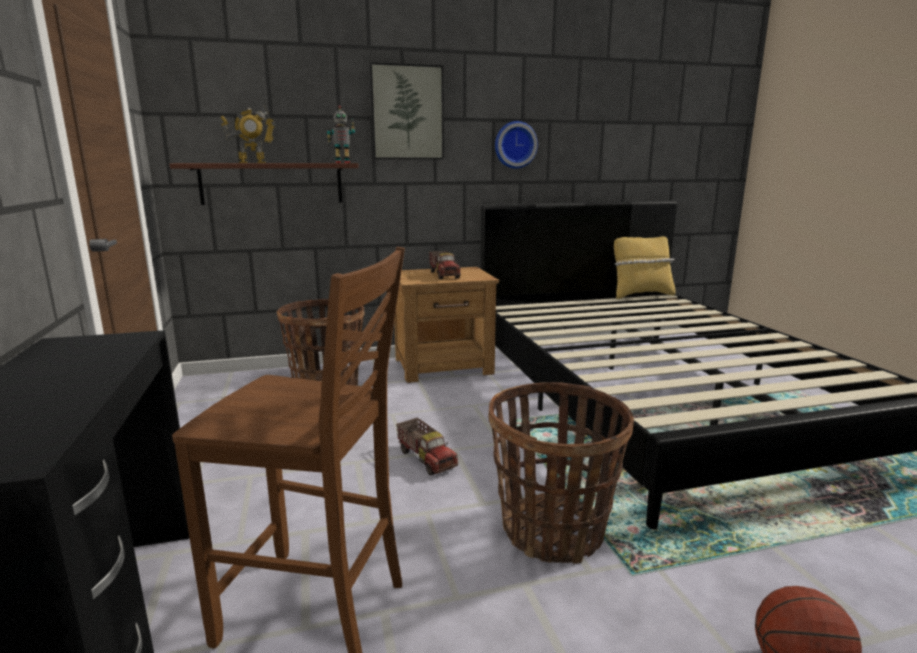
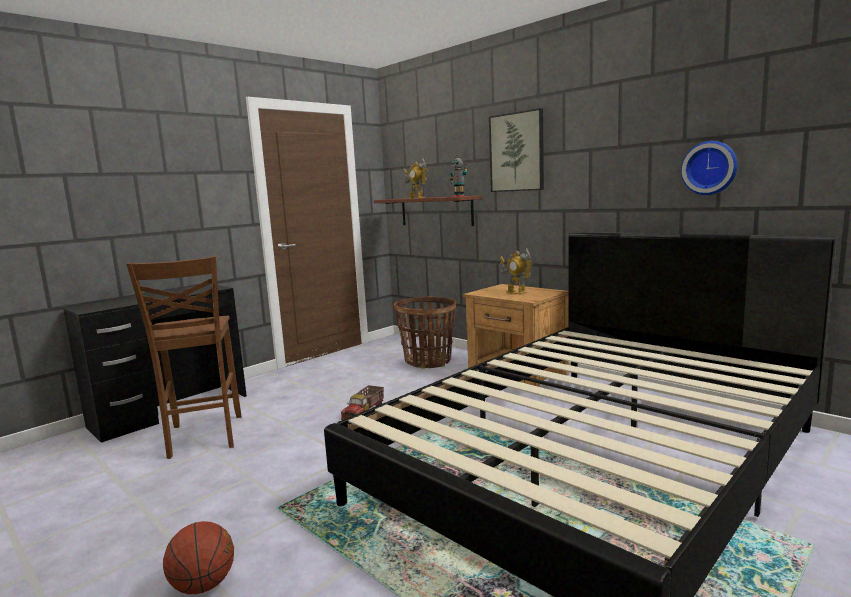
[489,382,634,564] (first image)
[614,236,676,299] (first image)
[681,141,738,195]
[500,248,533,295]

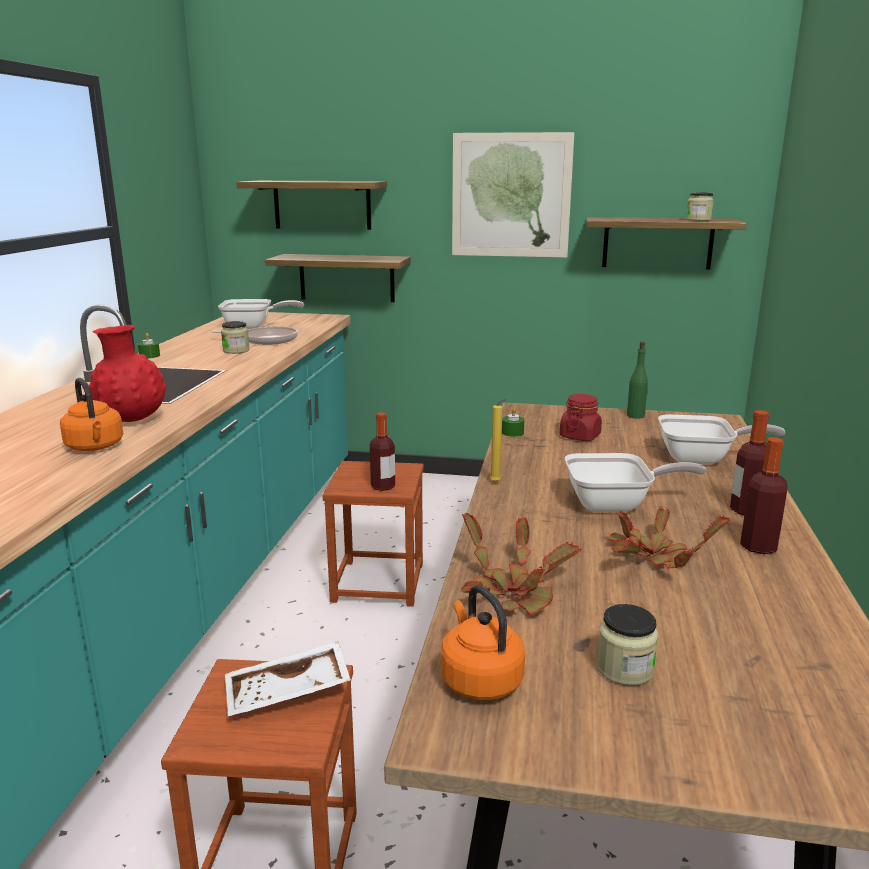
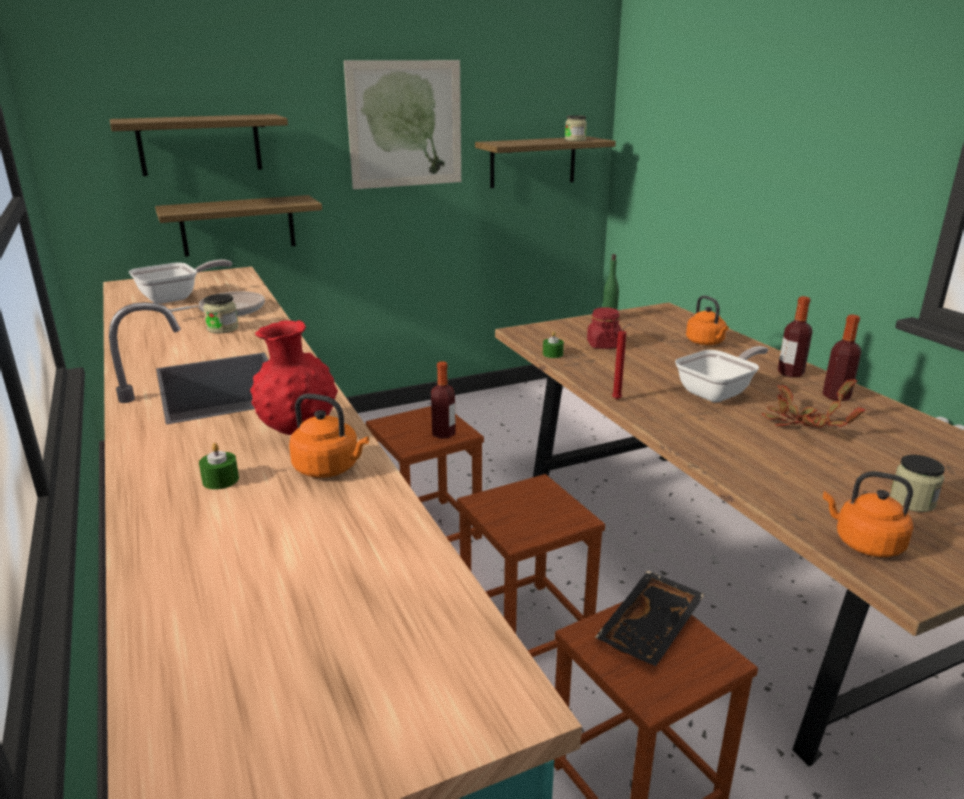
[461,513,582,615] (first image)
[457,474,605,657]
[199,443,239,489]
[686,295,729,345]
[595,571,705,666]
[612,324,631,400]

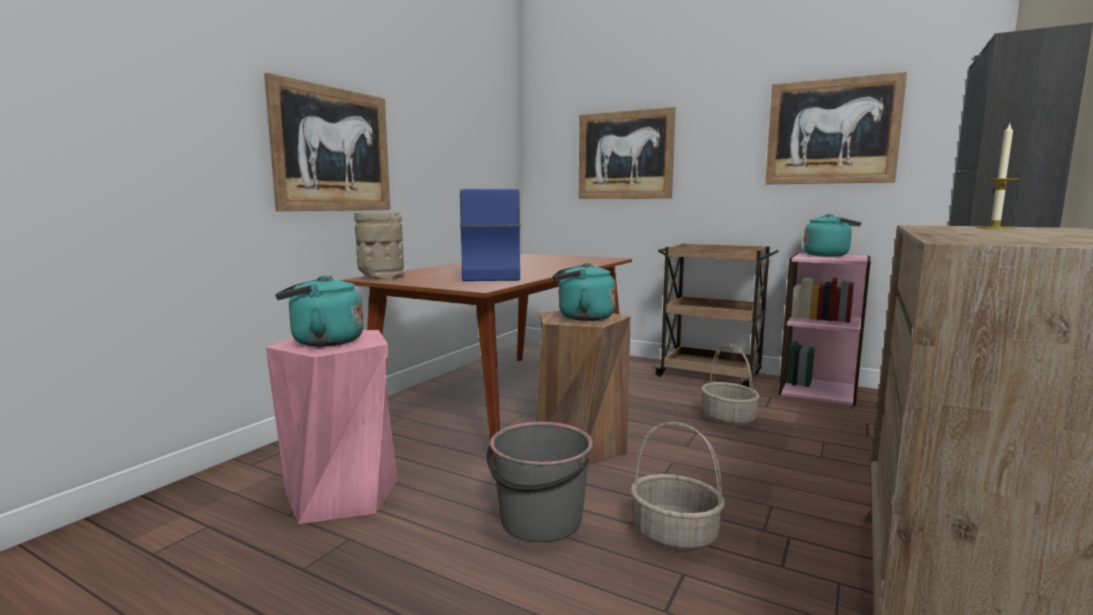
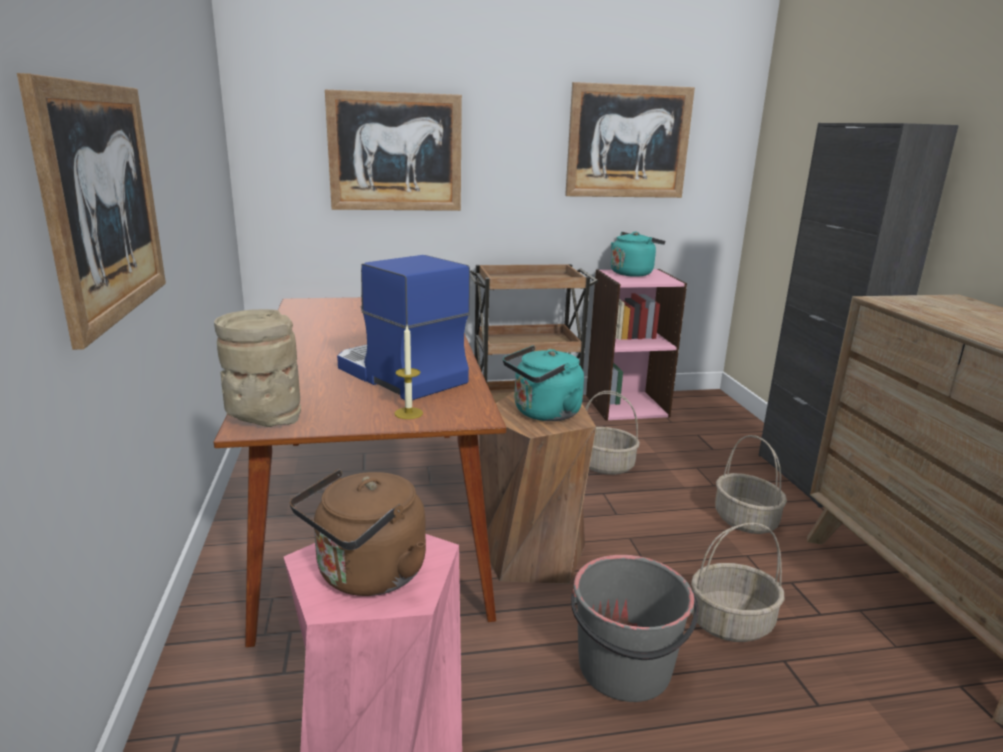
[715,435,787,534]
[394,326,423,419]
[290,469,426,596]

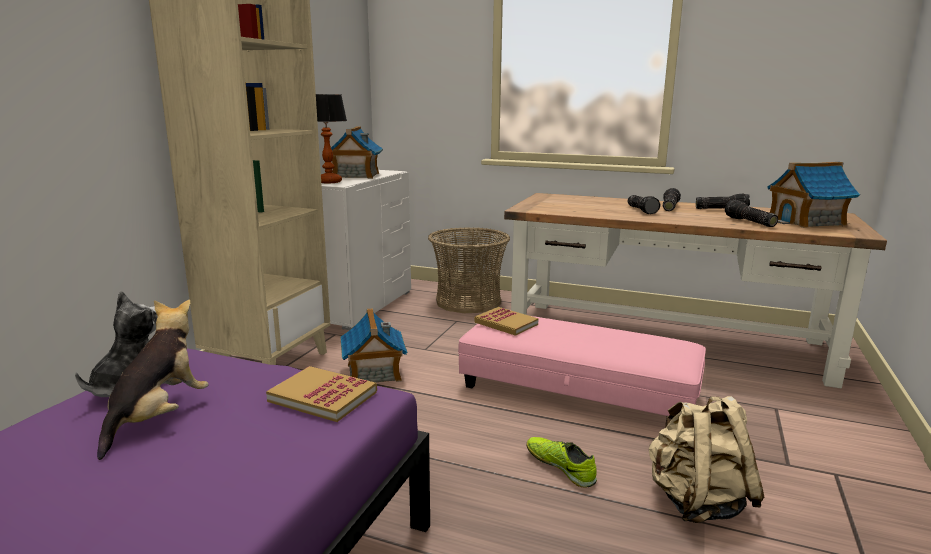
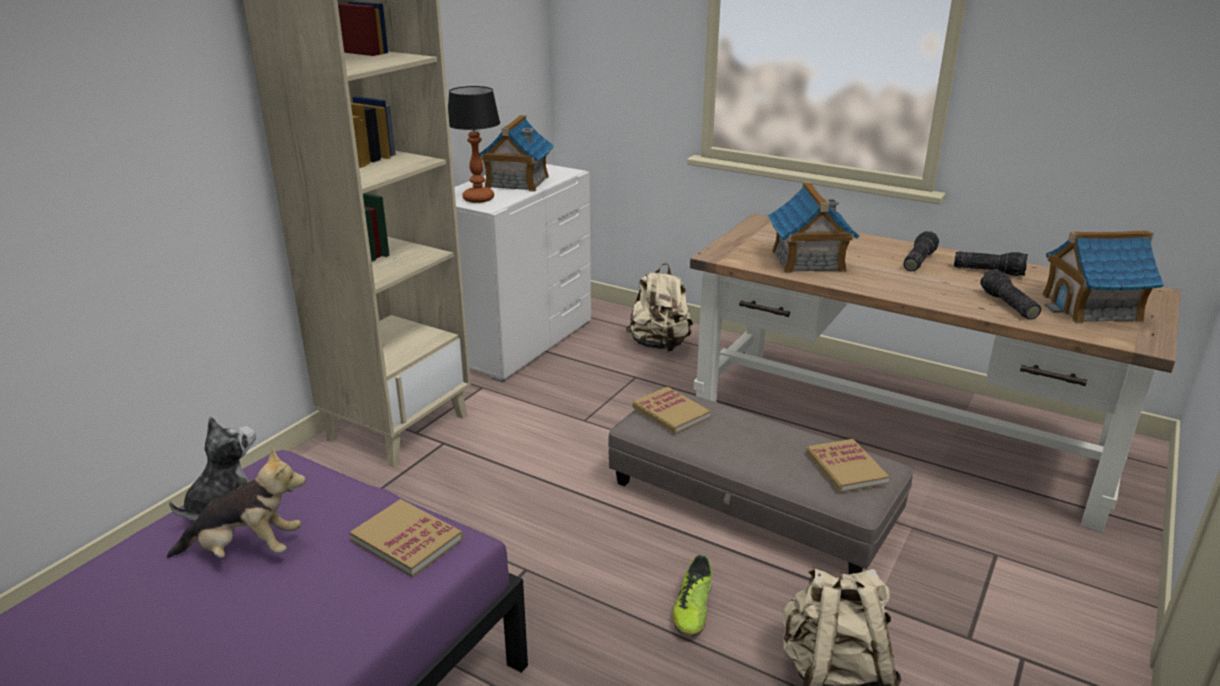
[628,195,660,214] (first image)
[806,439,889,493]
[768,182,859,273]
[626,263,693,352]
[608,388,914,574]
[167,448,306,558]
[672,555,712,636]

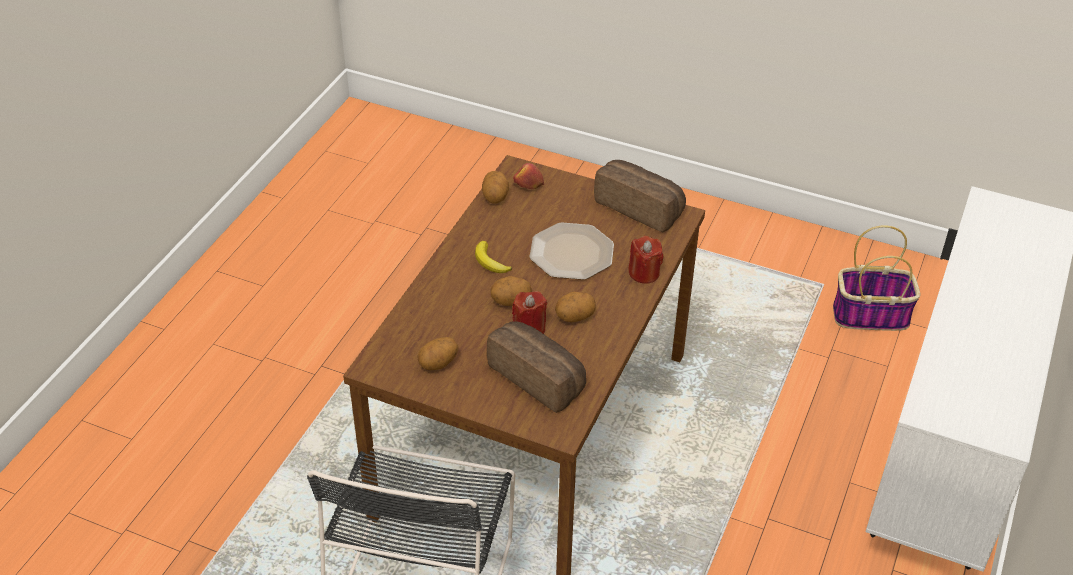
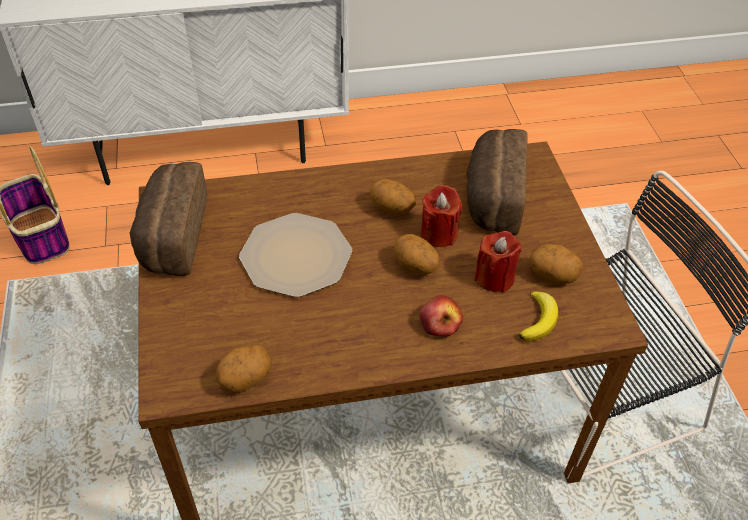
[519,291,558,342]
[419,295,463,337]
[474,231,522,293]

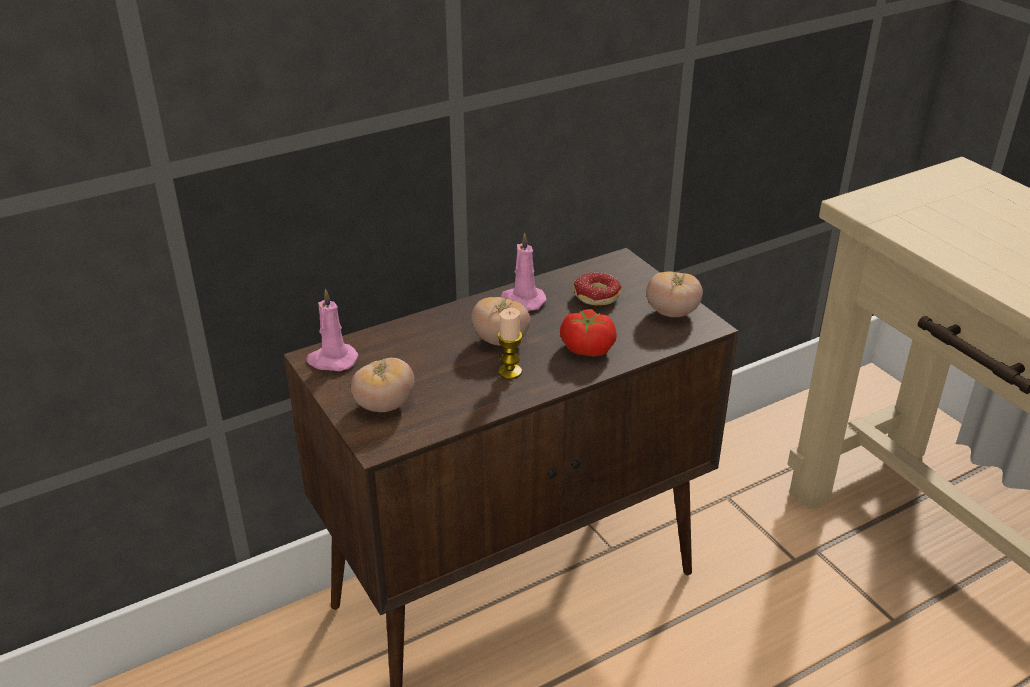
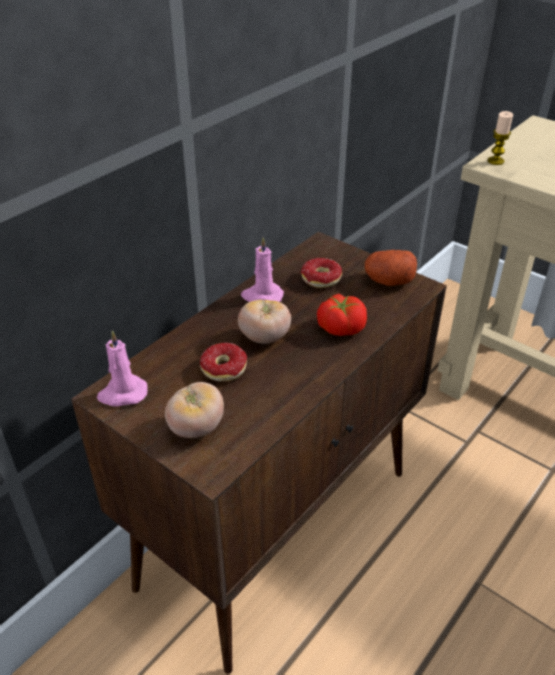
[175,343,247,382]
[488,111,513,165]
[365,250,417,286]

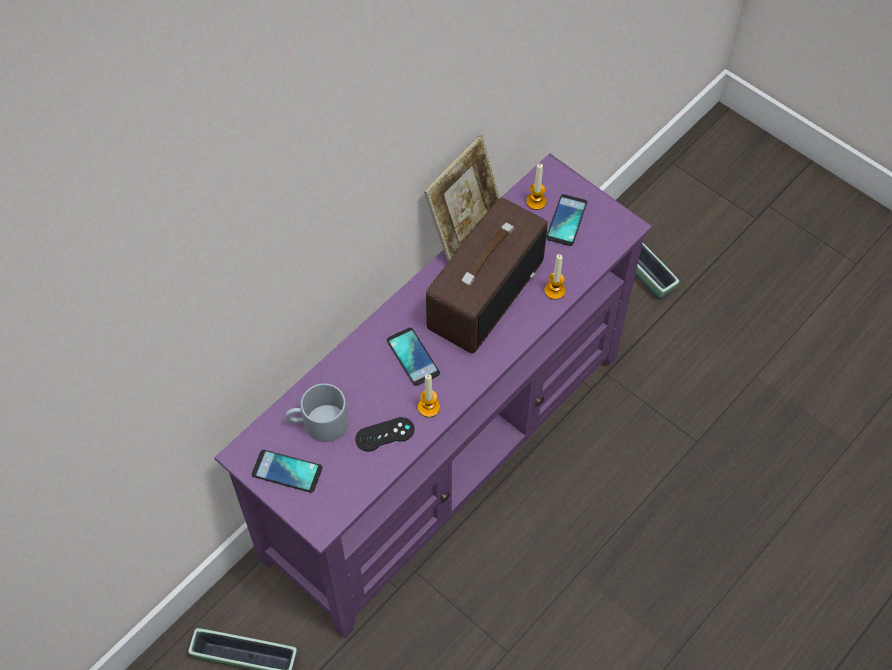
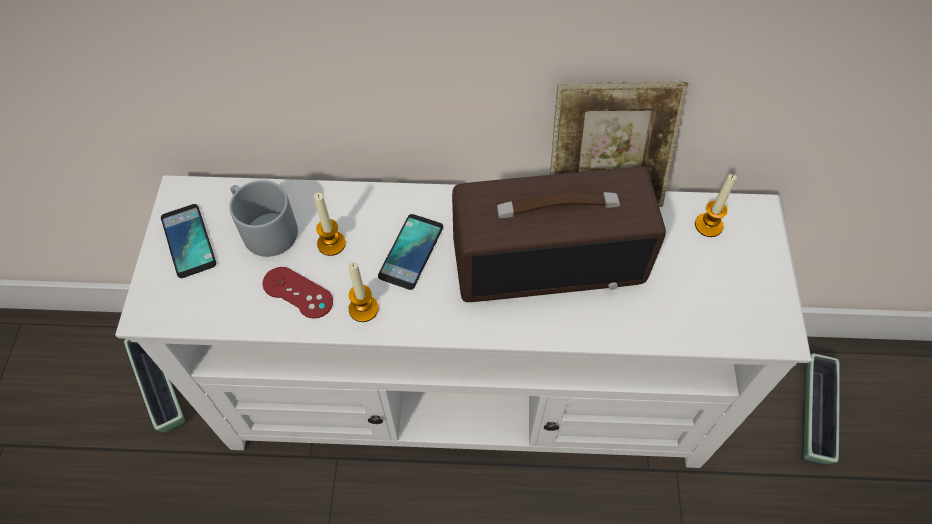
[546,194,587,246] (first image)
[314,193,346,256]
[115,175,814,468]
[262,267,333,319]

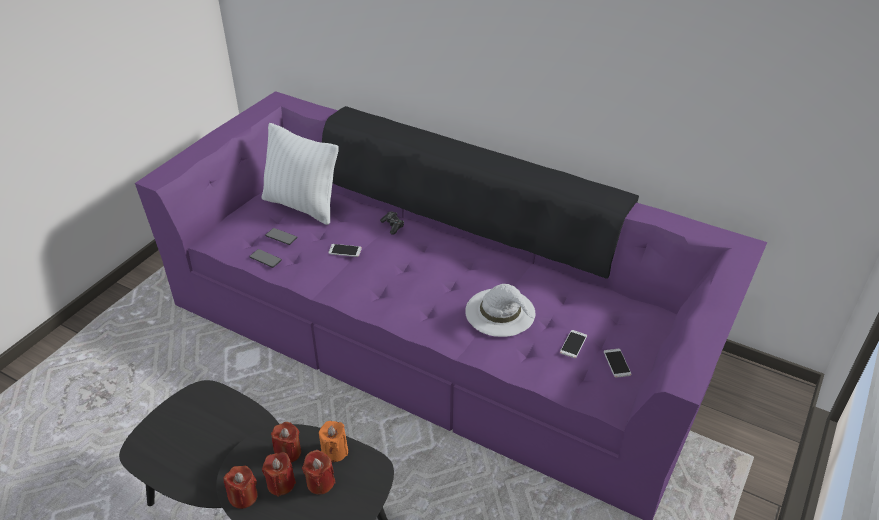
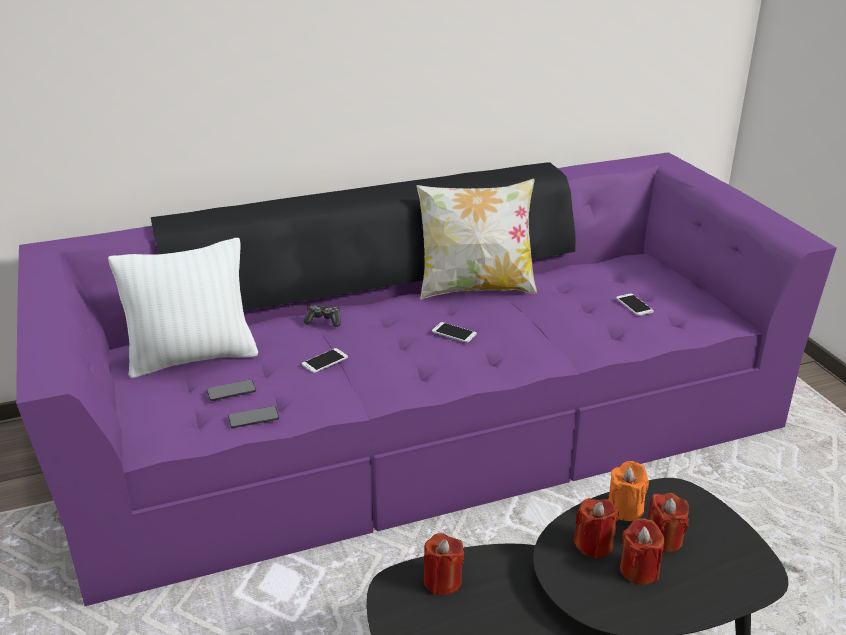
[465,284,535,337] (first image)
[416,179,537,299]
[424,533,464,595]
[432,322,477,343]

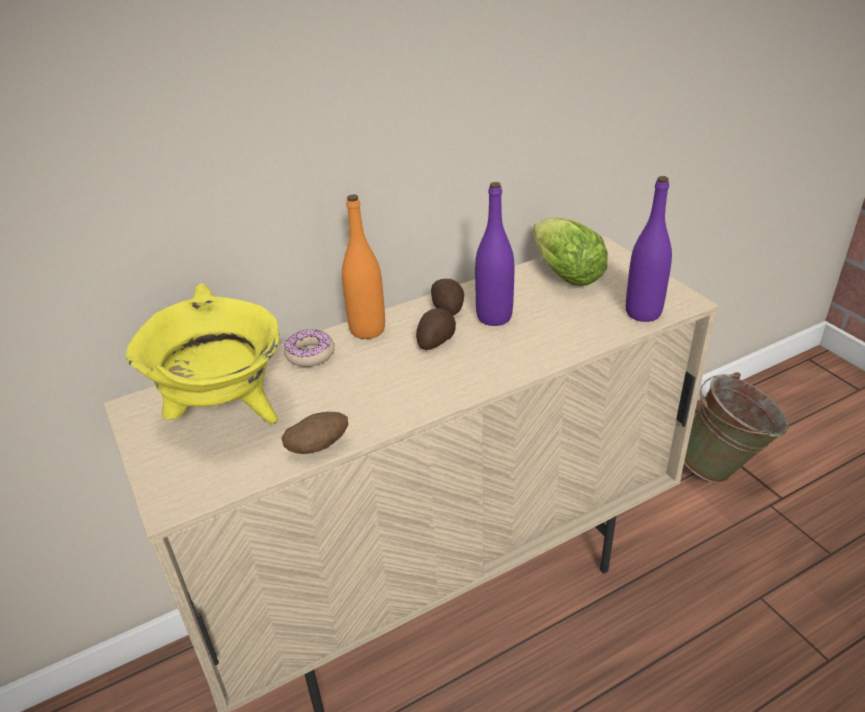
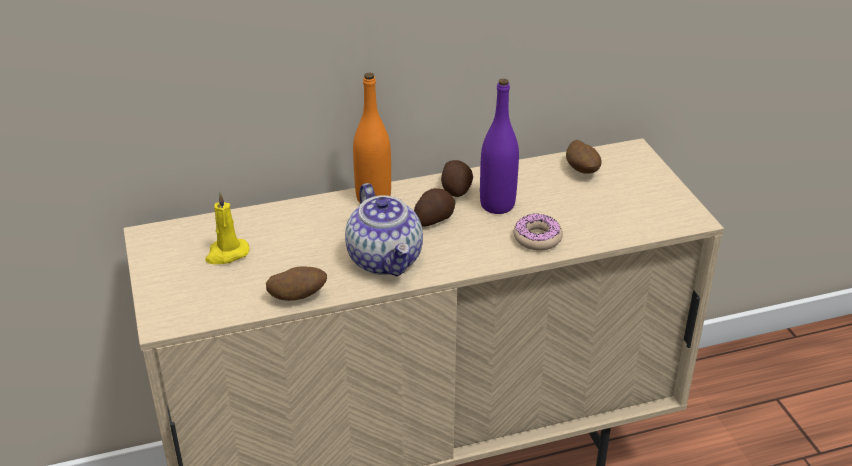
[626,176,672,322] (first image)
[684,372,789,483] (first image)
[345,183,423,276]
[514,214,563,251]
[205,192,250,264]
[566,140,602,174]

